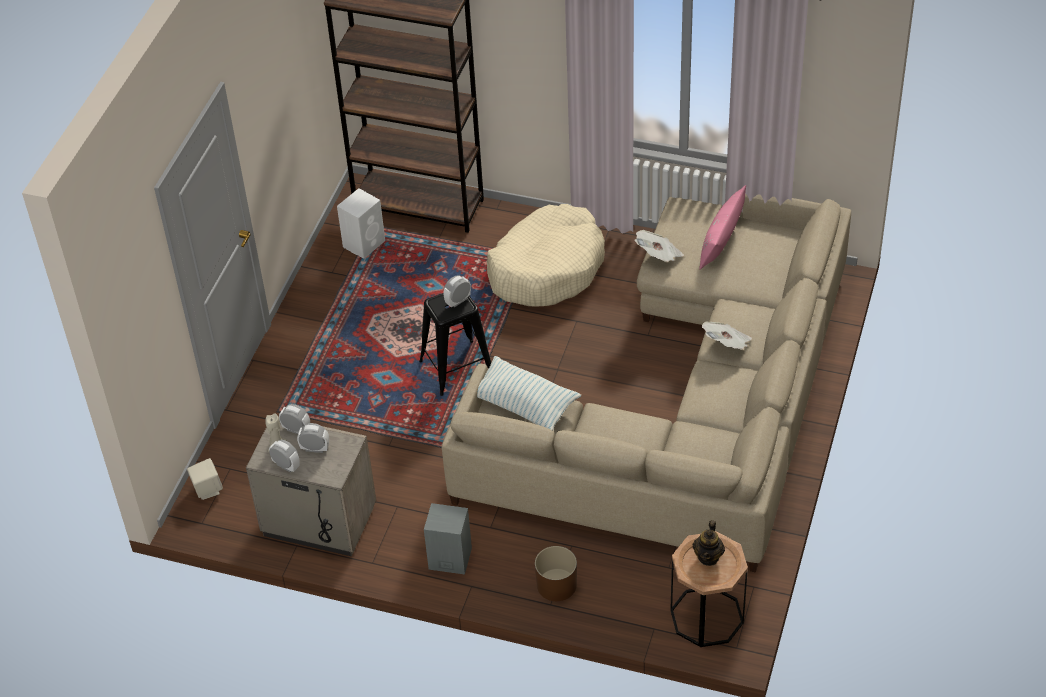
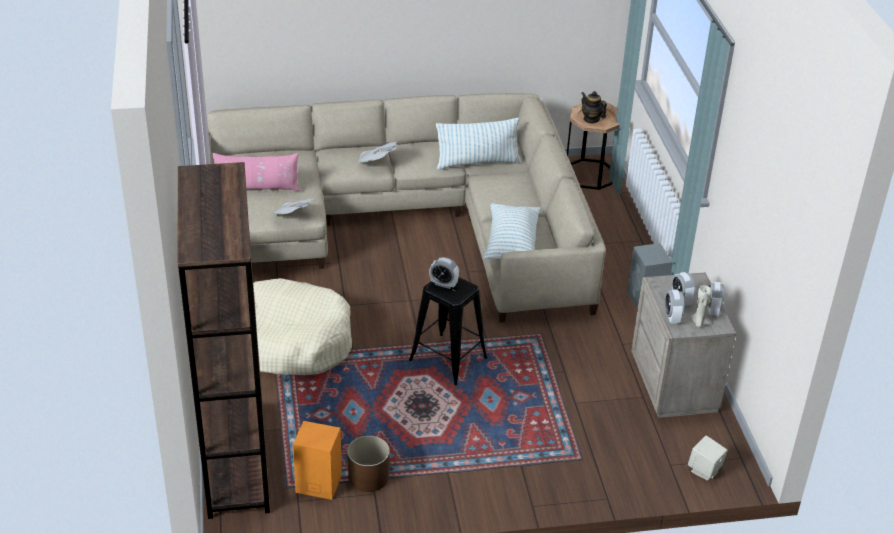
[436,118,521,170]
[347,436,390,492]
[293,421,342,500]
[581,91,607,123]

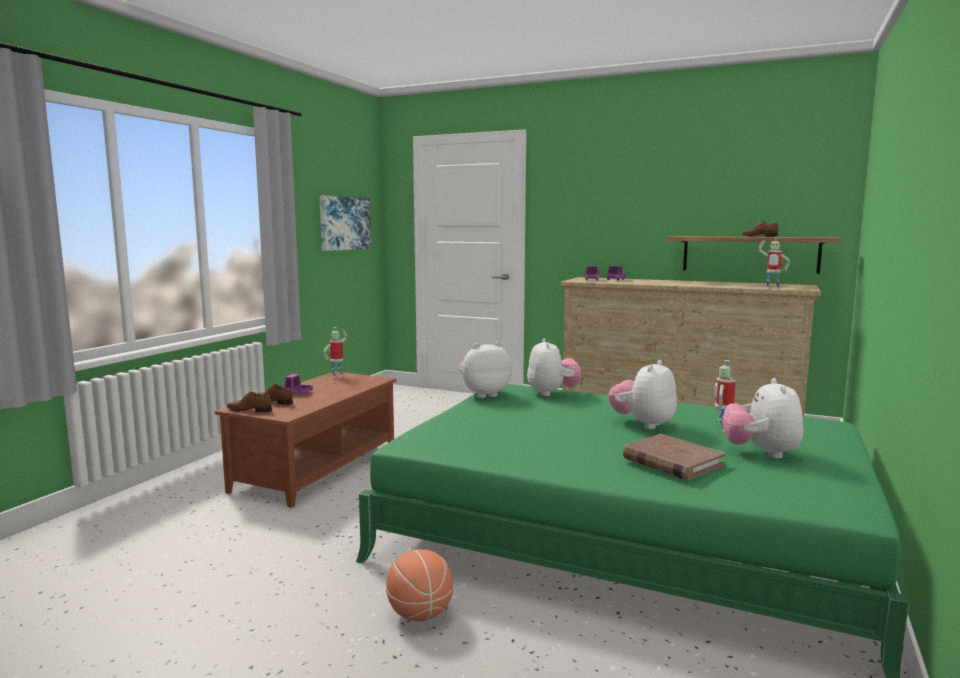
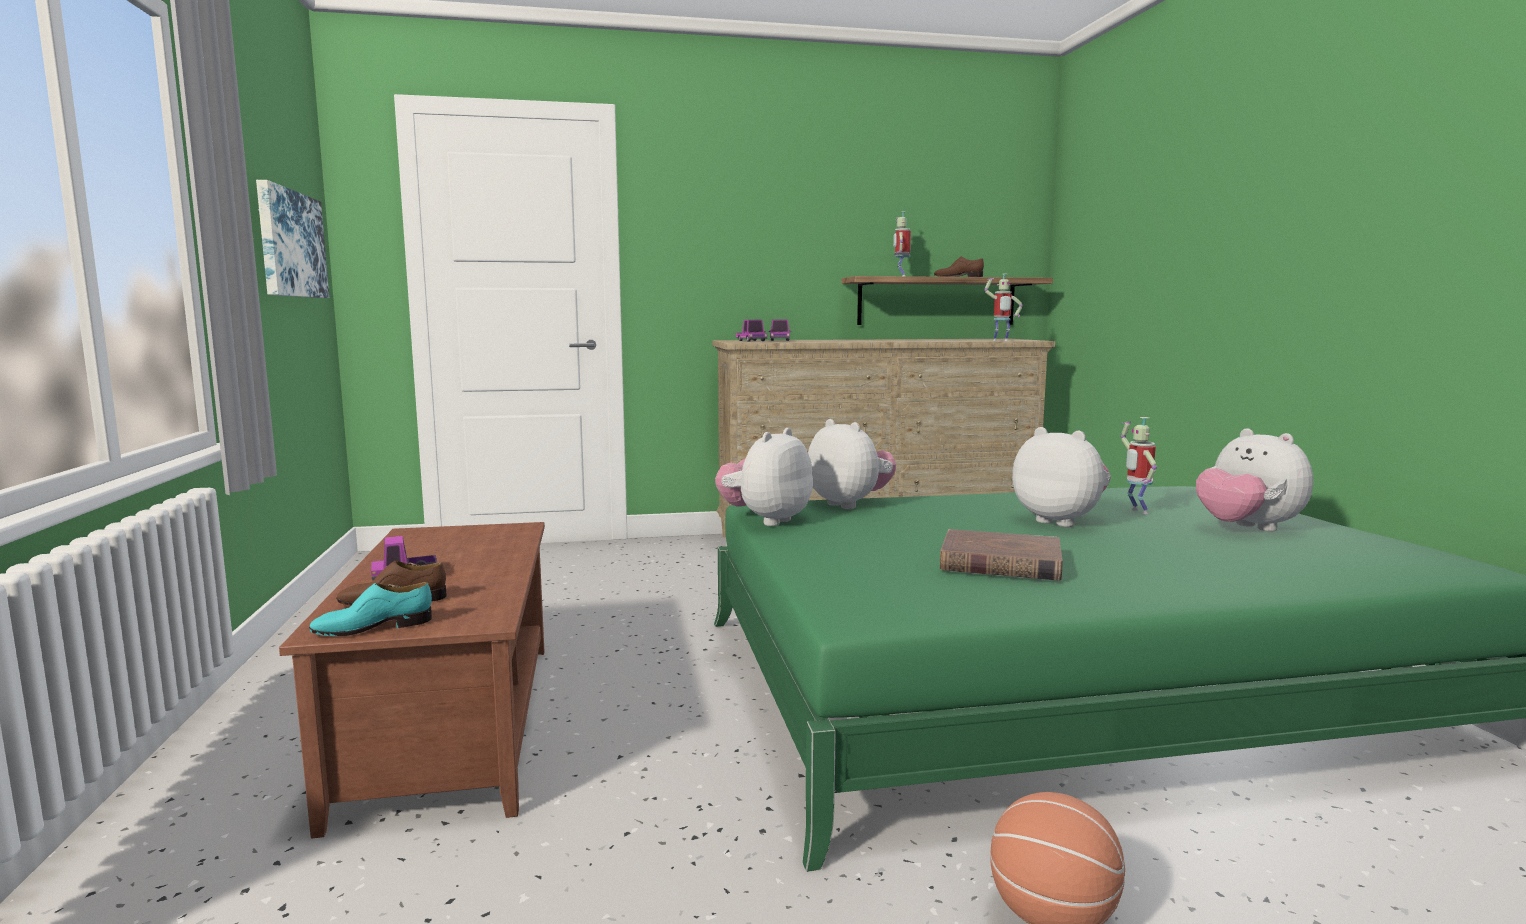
[893,211,911,276]
[940,529,1063,580]
[309,582,432,636]
[1012,427,1111,527]

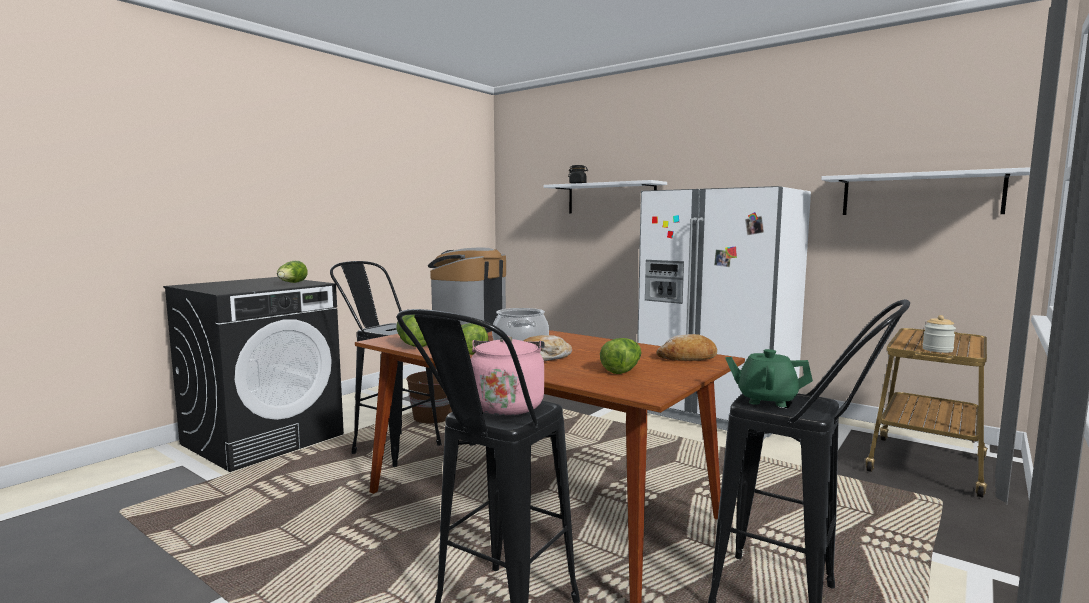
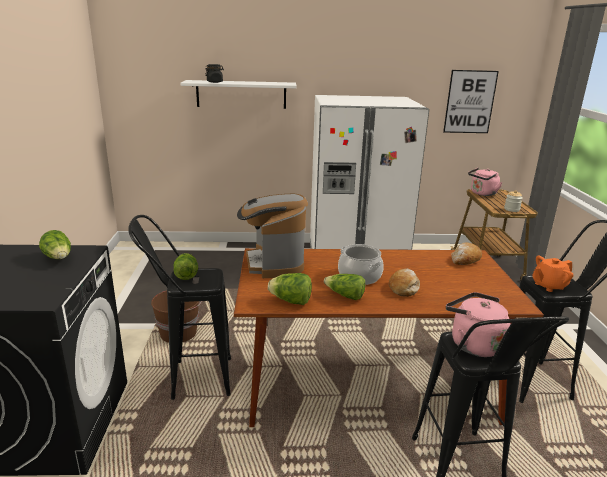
[468,168,502,196]
[174,253,198,280]
[443,70,499,133]
[532,256,574,292]

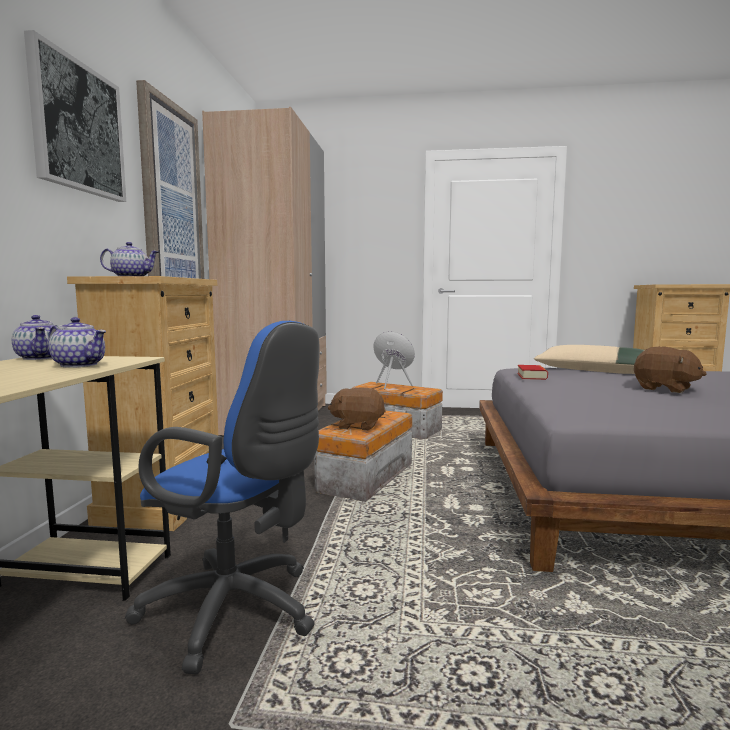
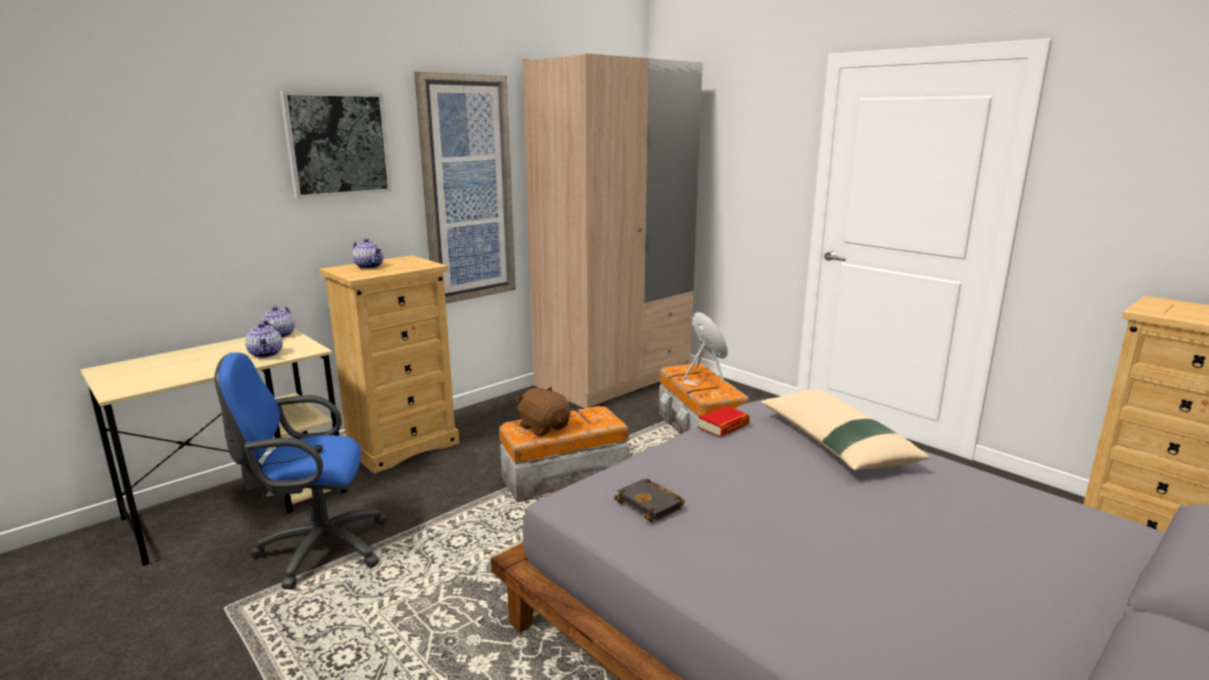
[634,347,707,393] (first image)
[614,479,685,522]
[215,352,388,590]

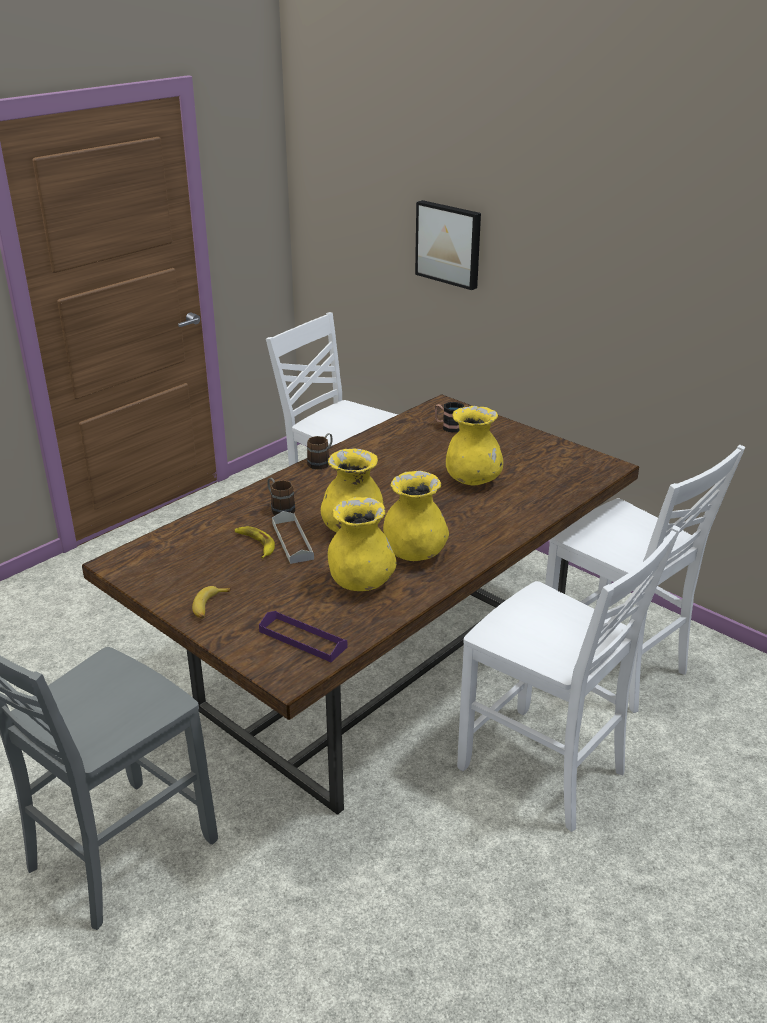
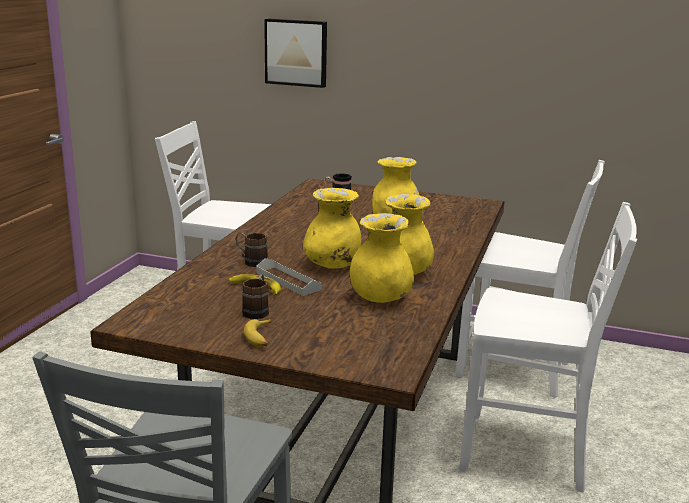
[259,611,347,662] (first image)
[242,275,269,319]

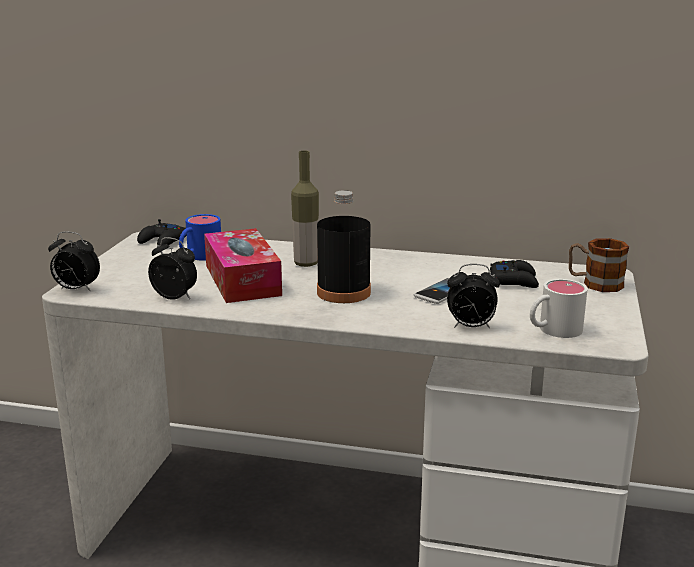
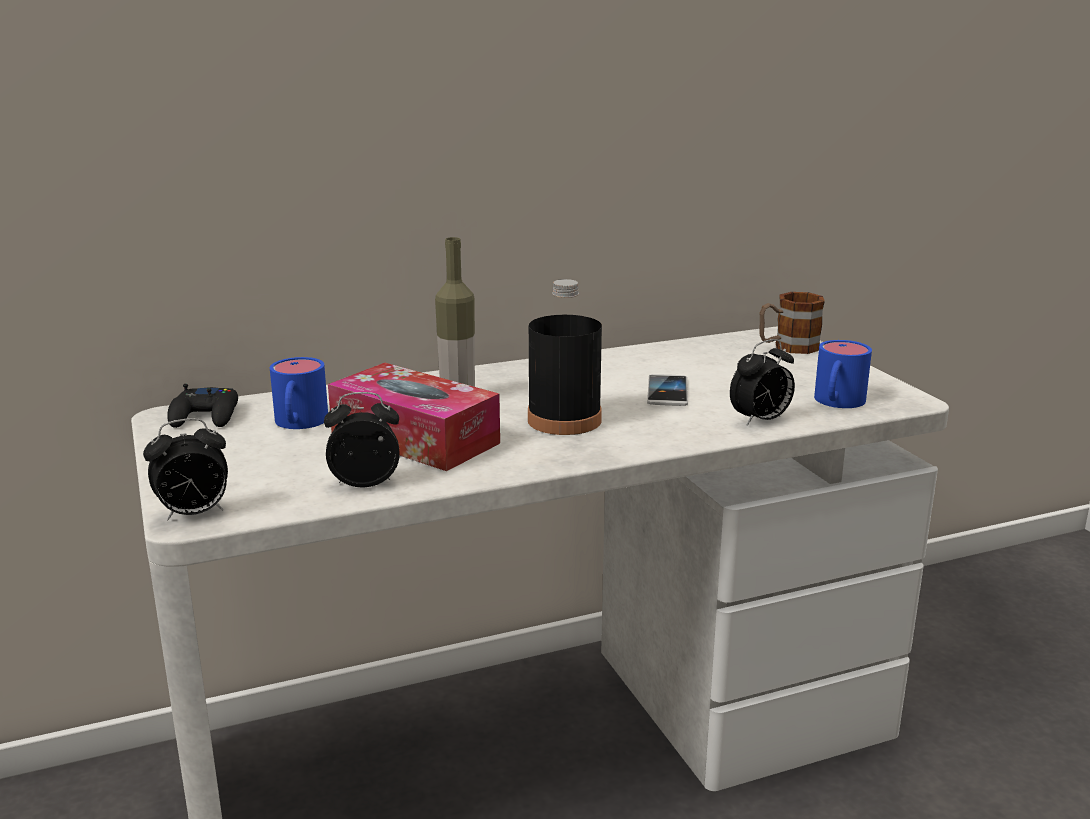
[490,260,539,288] (first image)
[814,340,872,408]

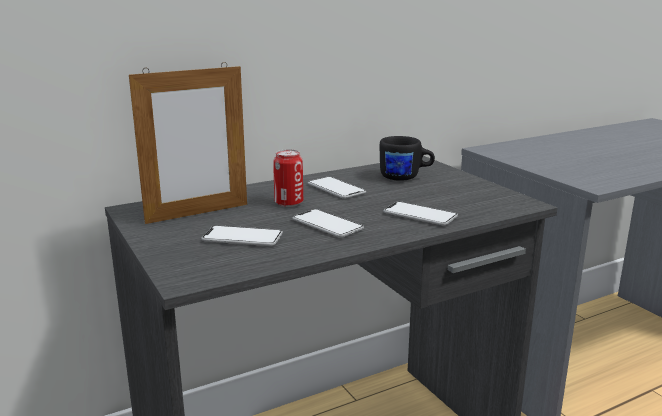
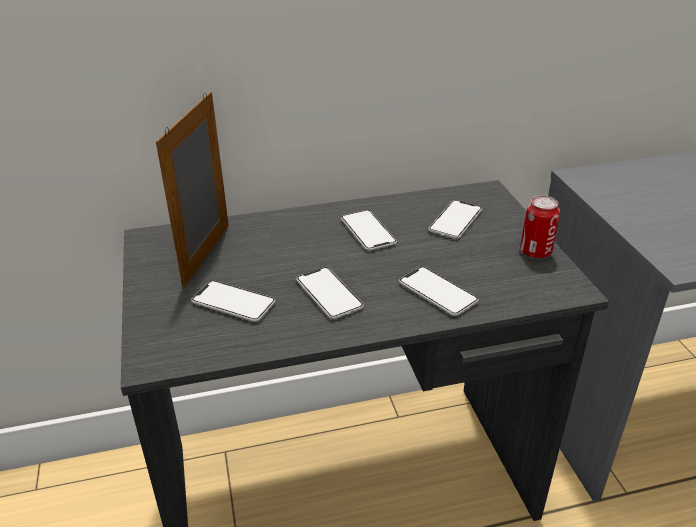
[520,195,560,259]
[428,200,482,239]
[156,92,229,288]

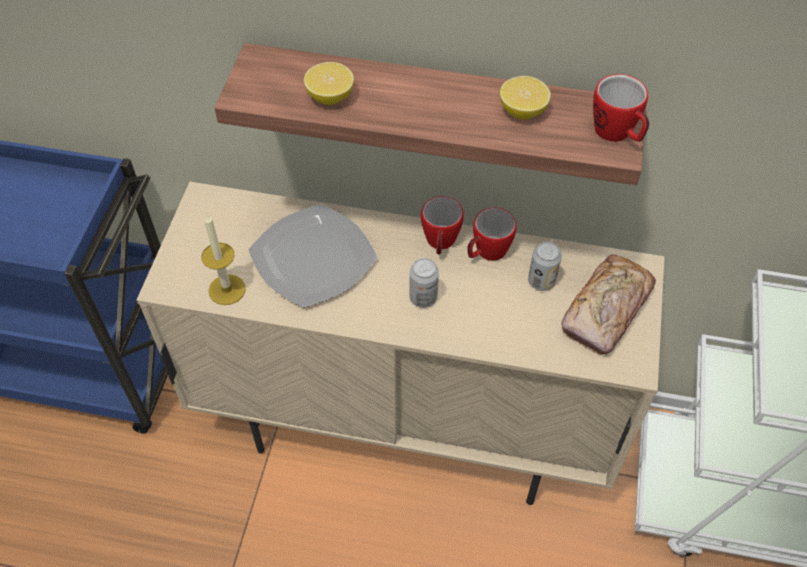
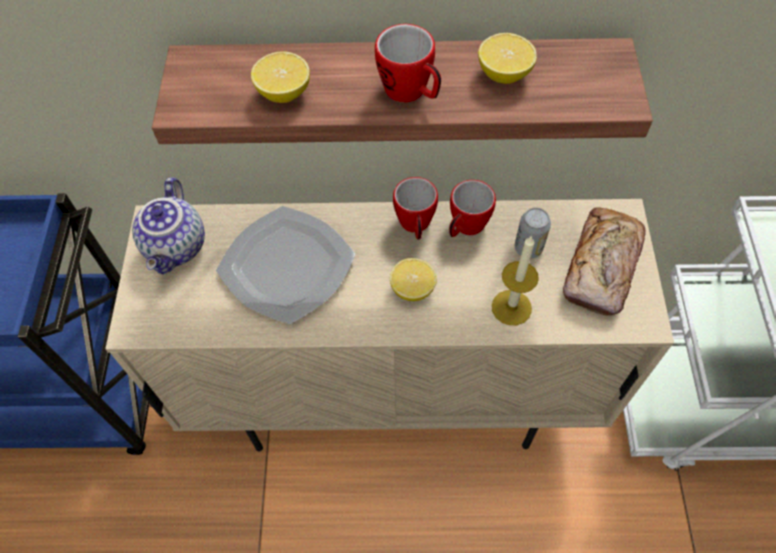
[132,177,205,274]
[492,235,539,325]
[375,24,441,103]
[390,258,437,301]

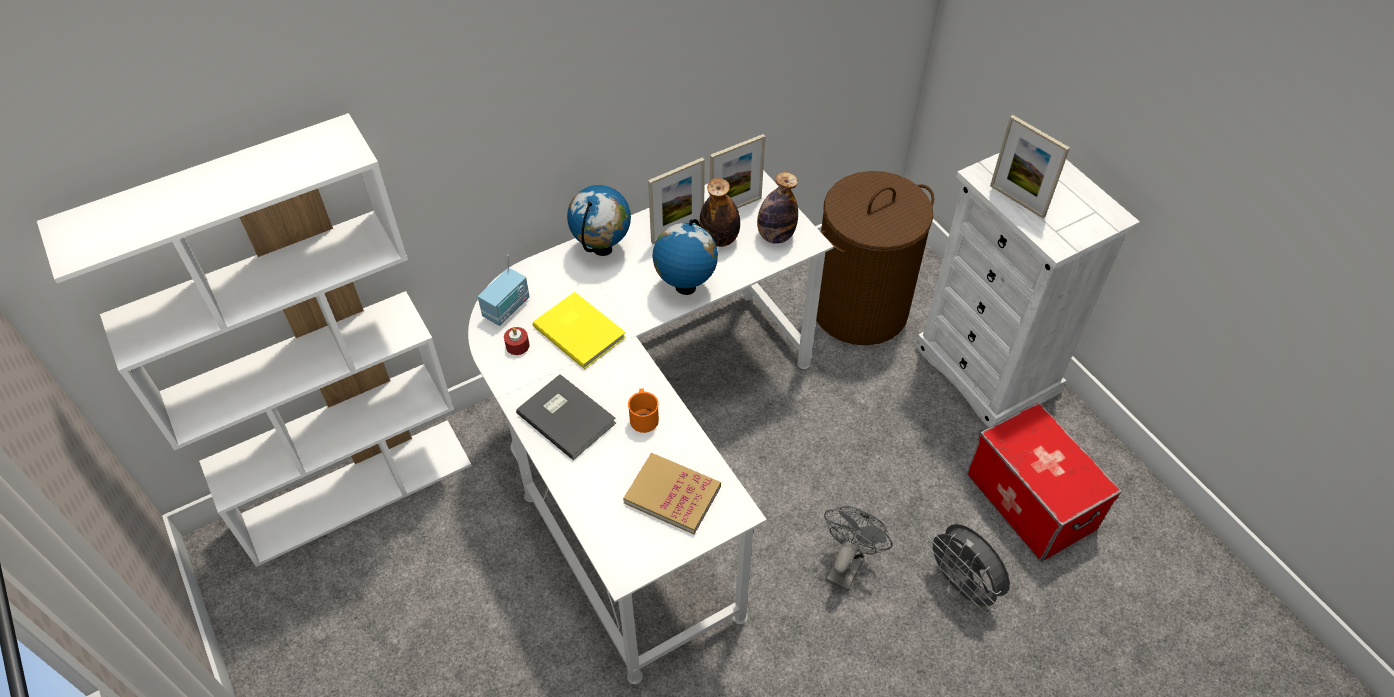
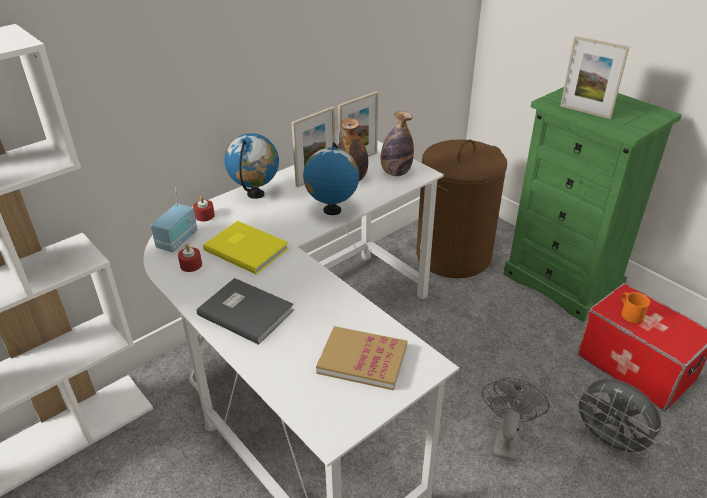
[193,196,215,222]
[621,292,650,323]
[504,87,682,322]

